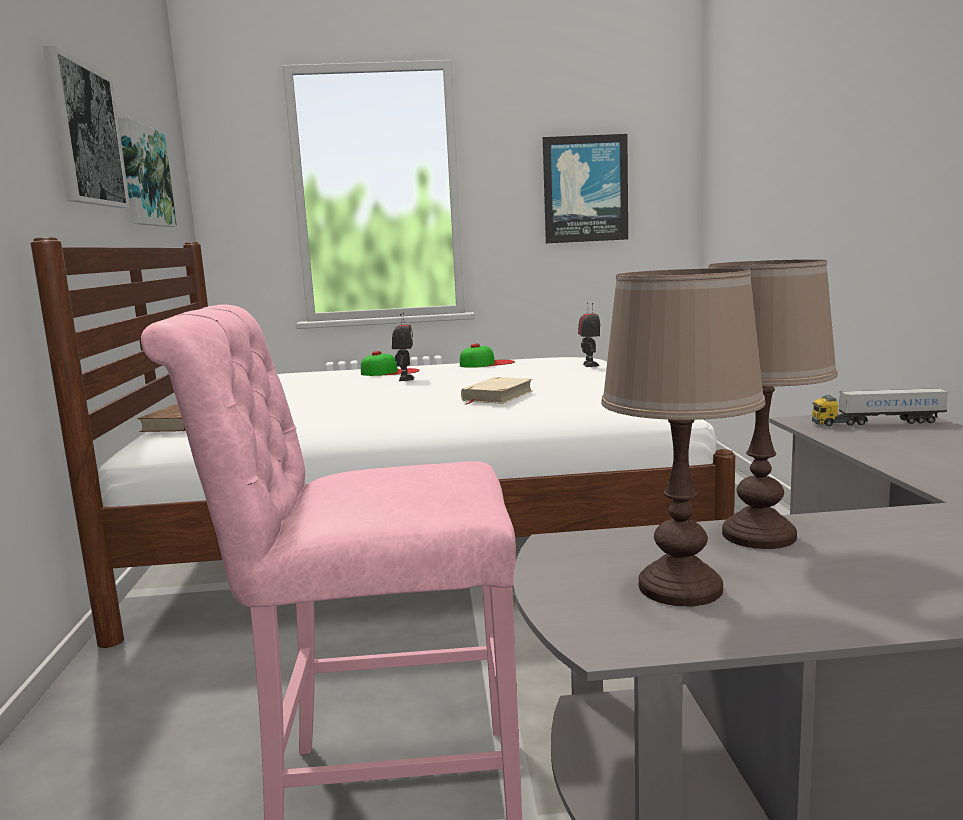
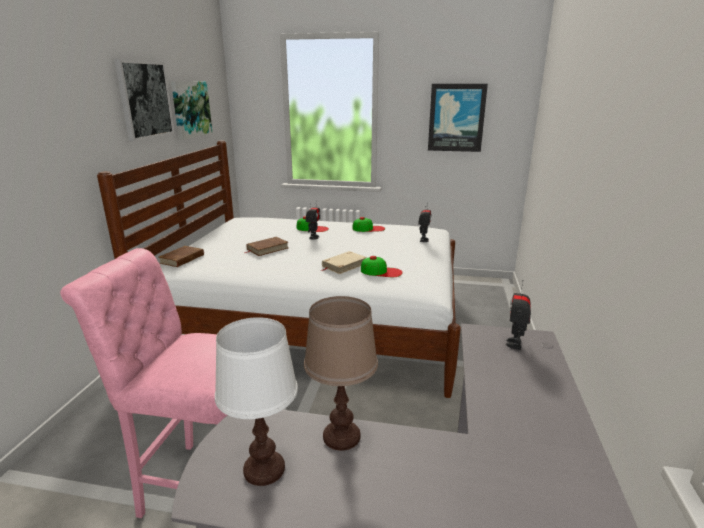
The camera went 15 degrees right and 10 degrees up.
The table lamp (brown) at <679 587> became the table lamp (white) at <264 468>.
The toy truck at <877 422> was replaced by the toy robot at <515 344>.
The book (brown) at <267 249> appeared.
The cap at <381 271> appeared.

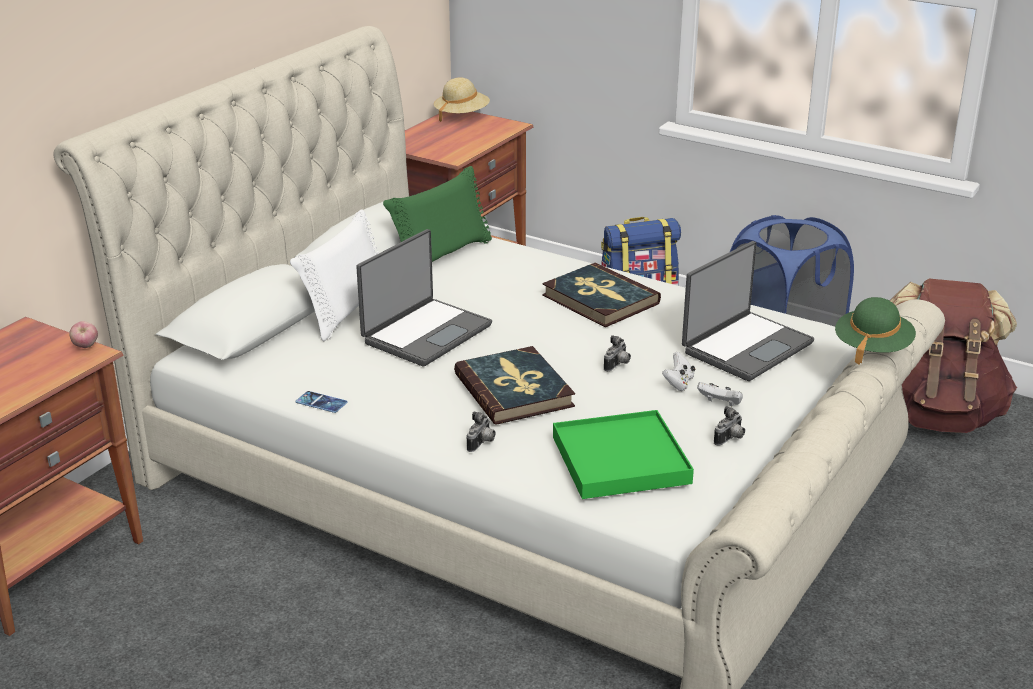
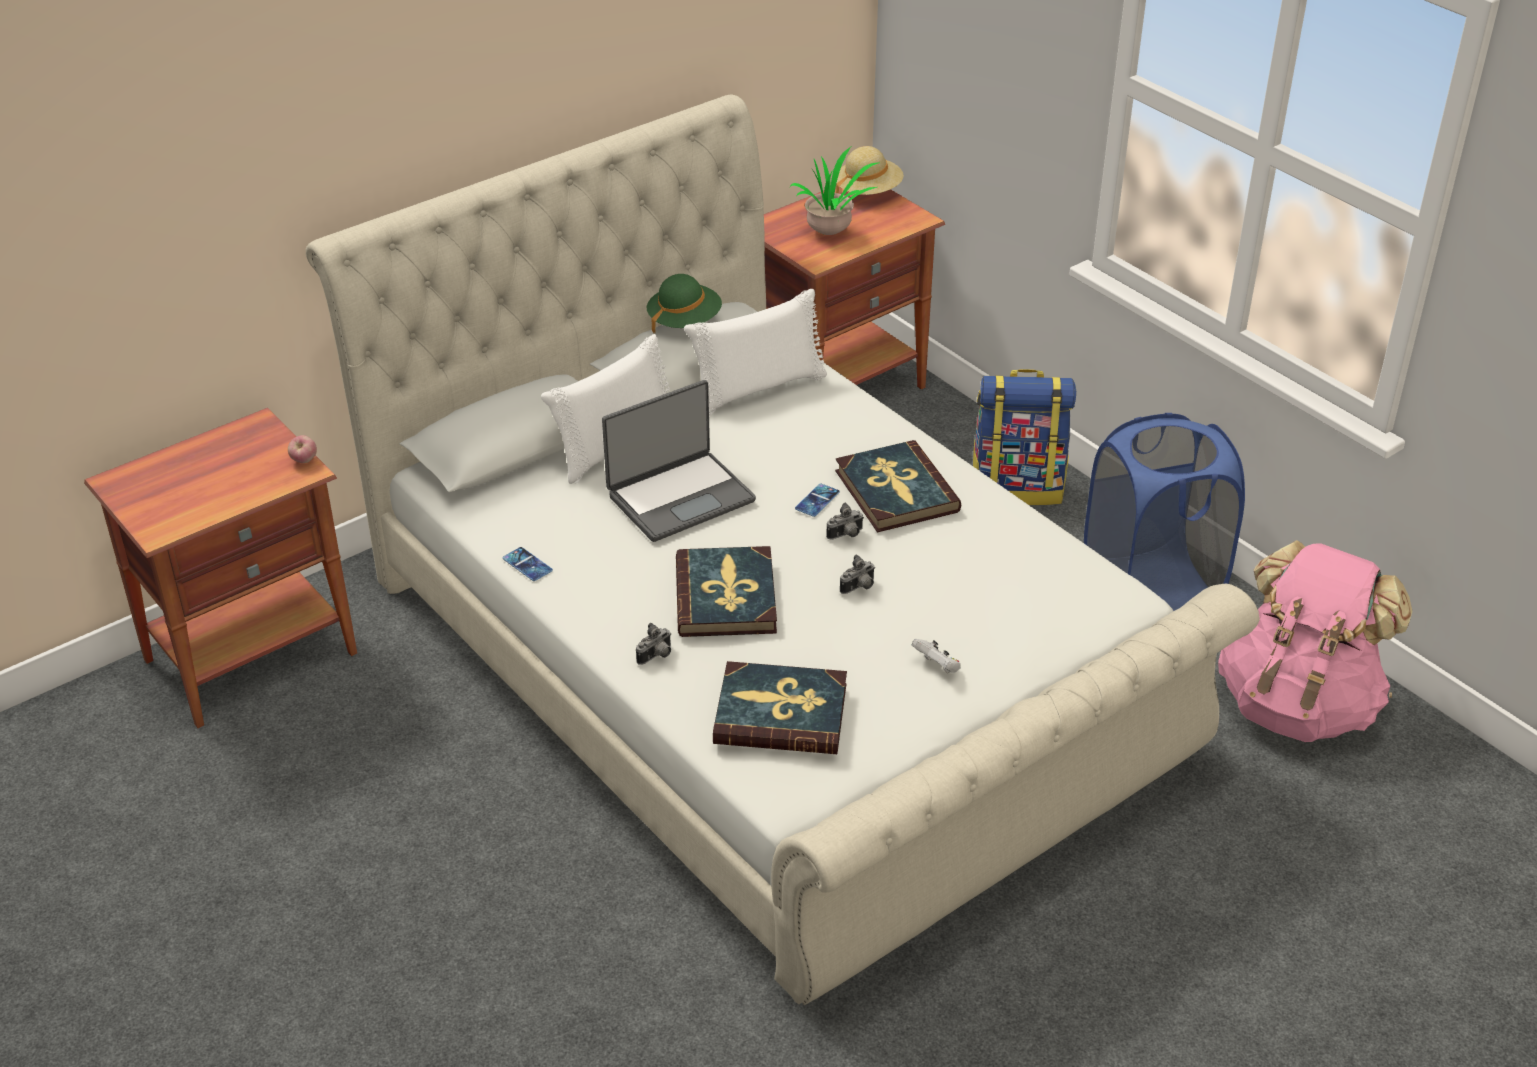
The camera went 20 degrees right and 10 degrees up.
The pillow (green) at <441 256> became the pillow (white) at <758 389>.
The tray (green) at <620 460> was replaced by the book at <781 713>.
The game controller (white) at <678 383> disappeared.
The laptop at <745 347> disappeared.
The photo camera moved from <730 439> to <846 535>.
The hat (green) moved from <872 348> to <684 321>.
The backpack (brown) at <936 415> became the backpack (pink) at <1297 704>.
The potted plant at <832 232> appeared.
The phone at <817 500> appeared.

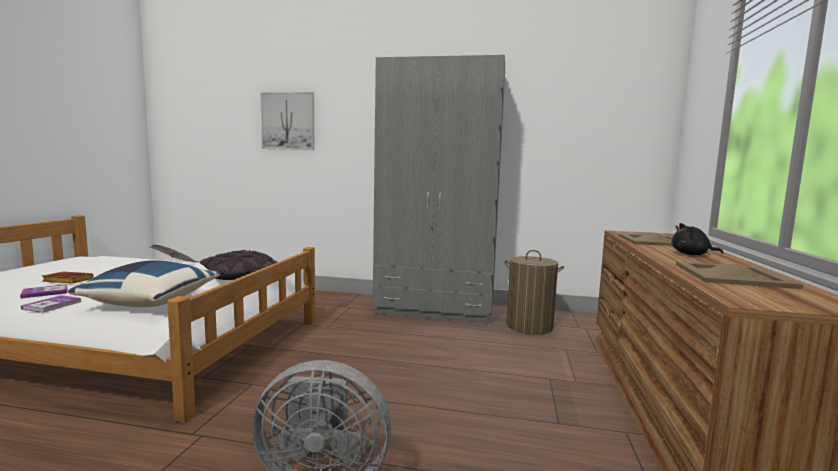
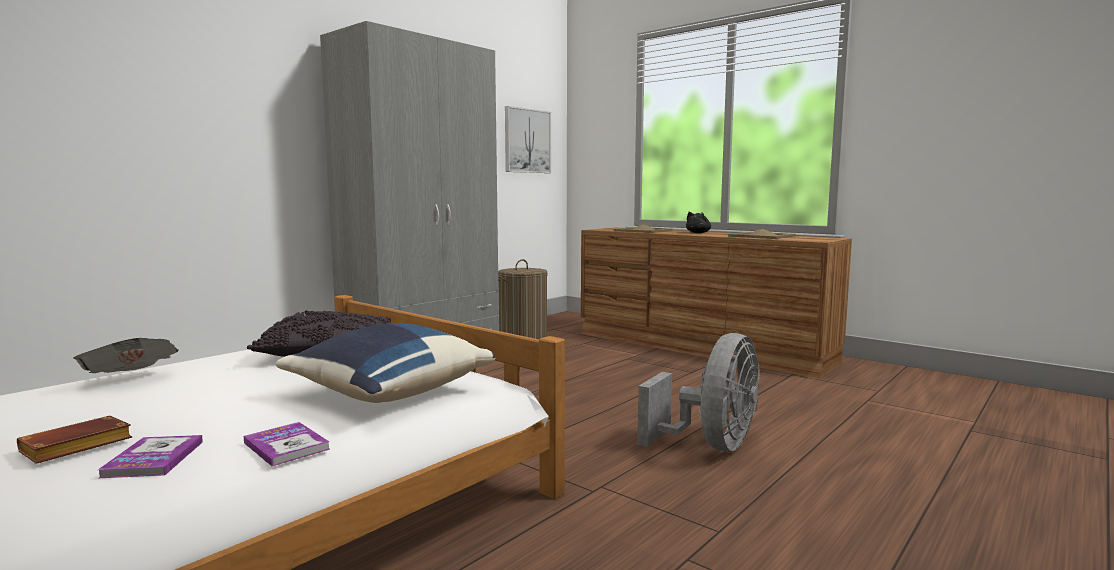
The camera went 60 degrees left and 0 degrees up.
The picture moved from <288 121> to <527 141>.

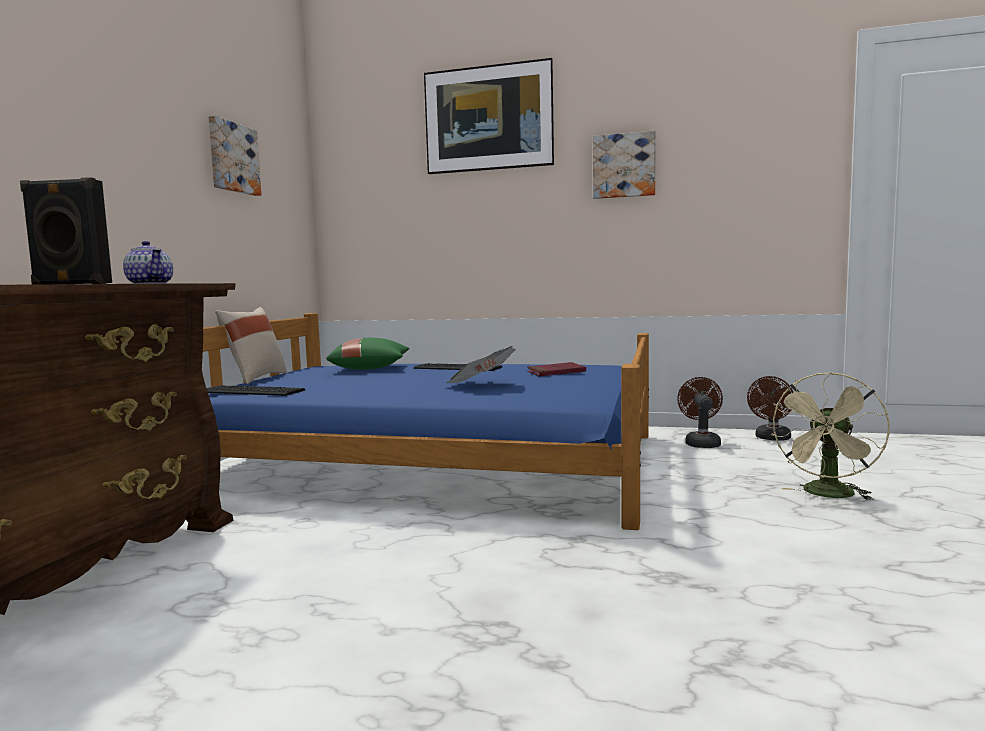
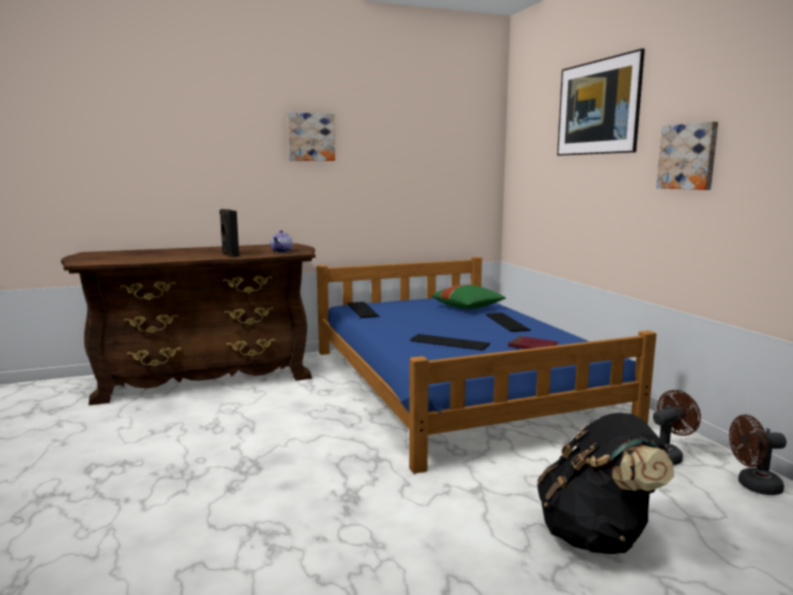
The camera went 55 degrees right and 5 degrees up.
The picture moved from <232 158> to <311 137>.
The pillow (beige) at <255 378> disappeared.
The newspaper at <481 385> was replaced by the keyboard at <449 342>.
The fan (beige) at <828 495> was replaced by the backpack (black) at <597 536>.

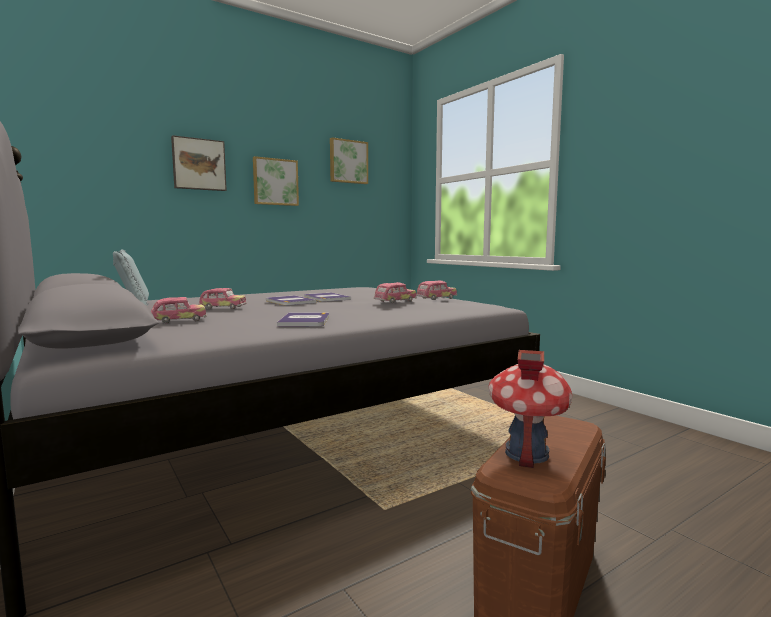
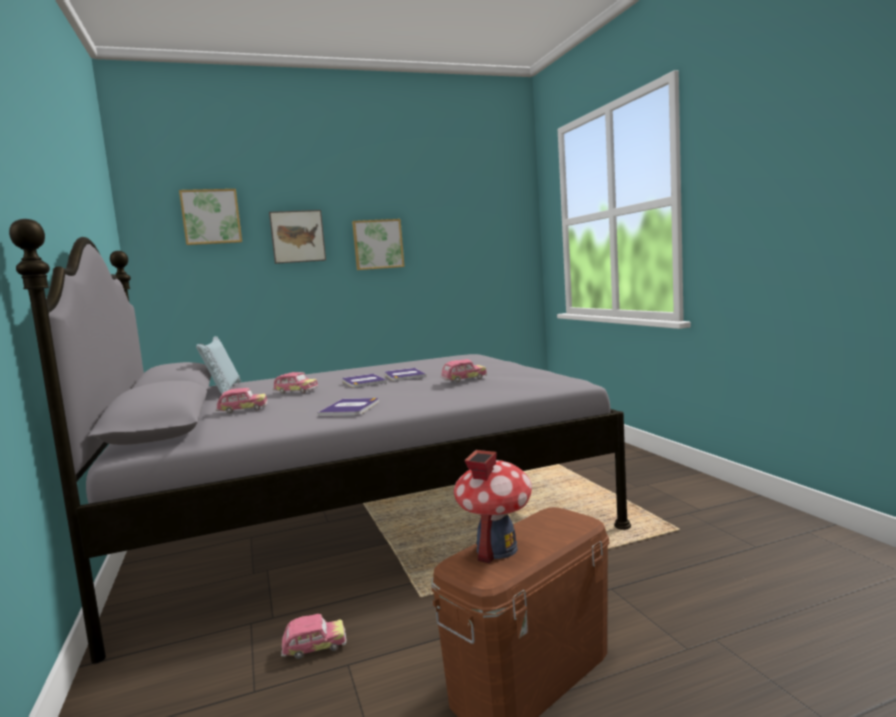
The camera went 15 degrees right and 0 degrees up.
The picture moved from <348 161> to <211 217>.
The toy car moved from <436 299> to <314 647>.

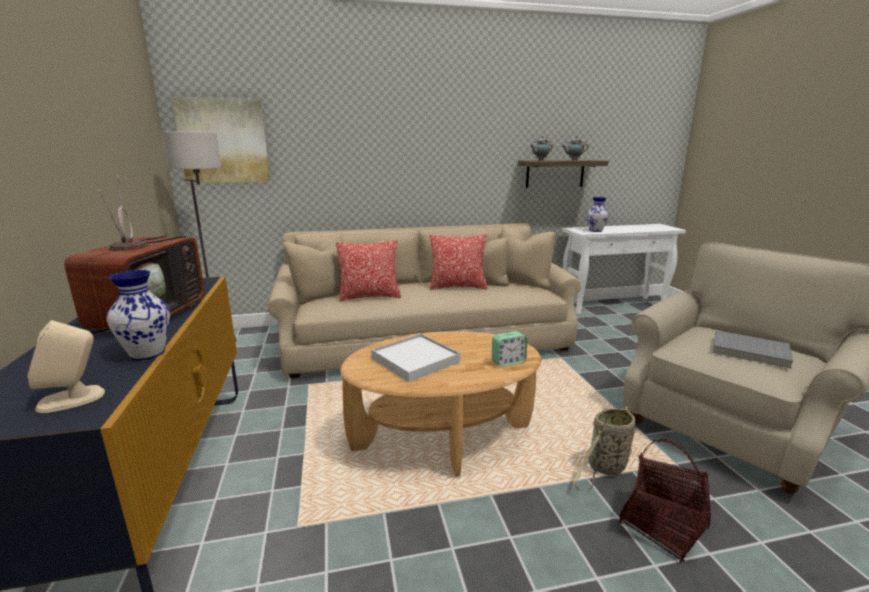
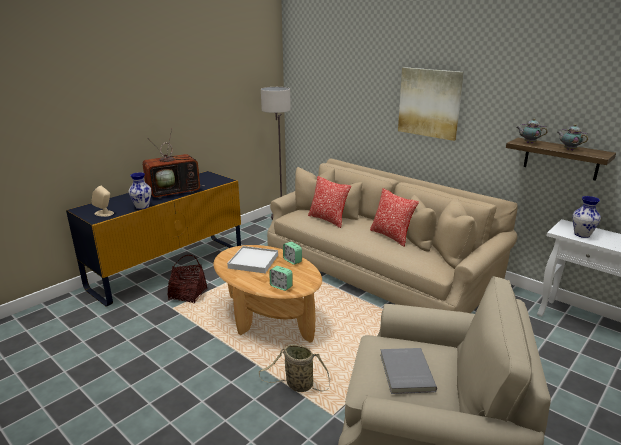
The camera went 55 degrees right and 5 degrees up.
The picture moved from <223 141> to <429 103>.
The basket moved from <663 526> to <188 294>.
The alarm clock at <292 261> appeared.

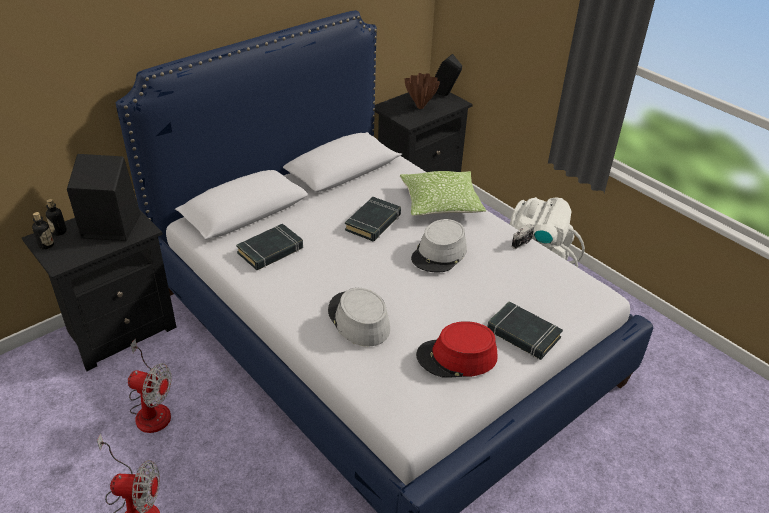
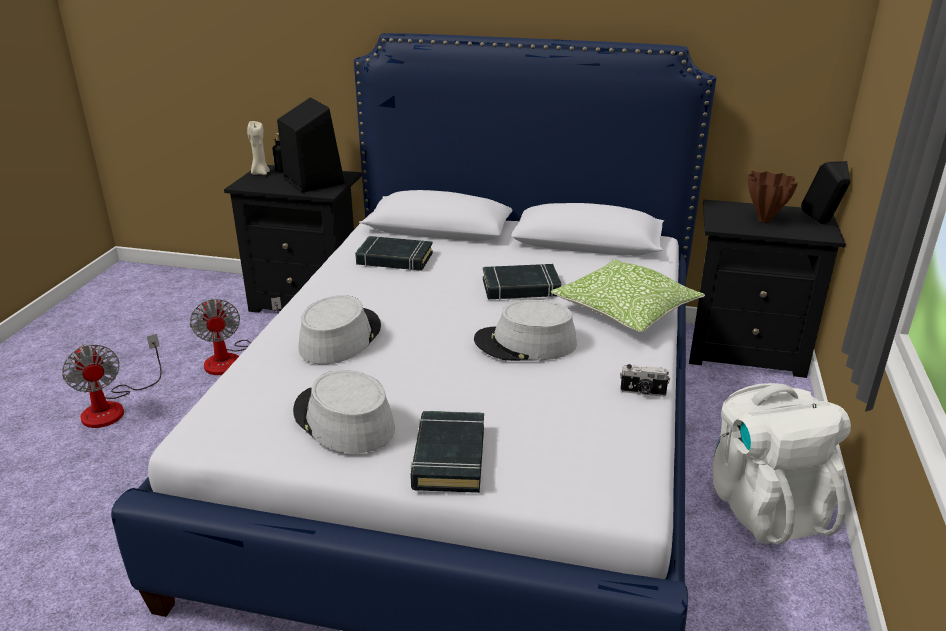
The camera went 55 degrees right and 10 degrees down.
The bottle at <46 245> was replaced by the candle (beige) at <260 173>.
The hat (red) at <457 357> became the hat (grey) at <343 420>.

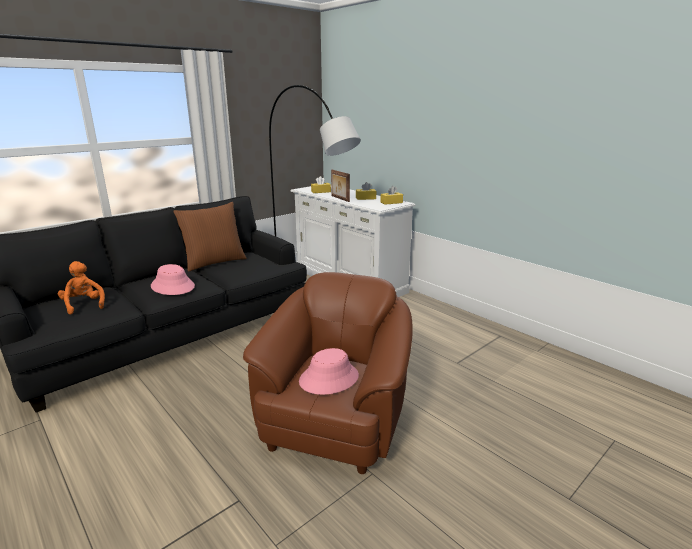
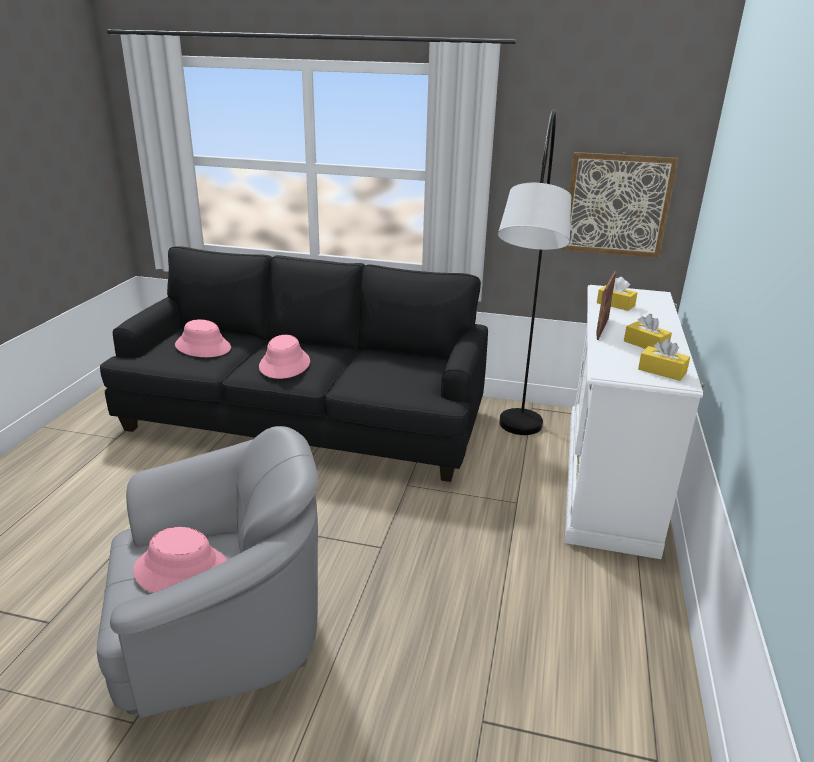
The camera went 55 degrees right and 5 degrees up.
The plush toy (orange) at <84 305> was replaced by the hat (pink) at <203 347>.
The pillow (brown) at <214 262> disappeared.
The armchair (brown) at <335 422> became the armchair (grey) at <220 636>.
The picture at <617 204> appeared.

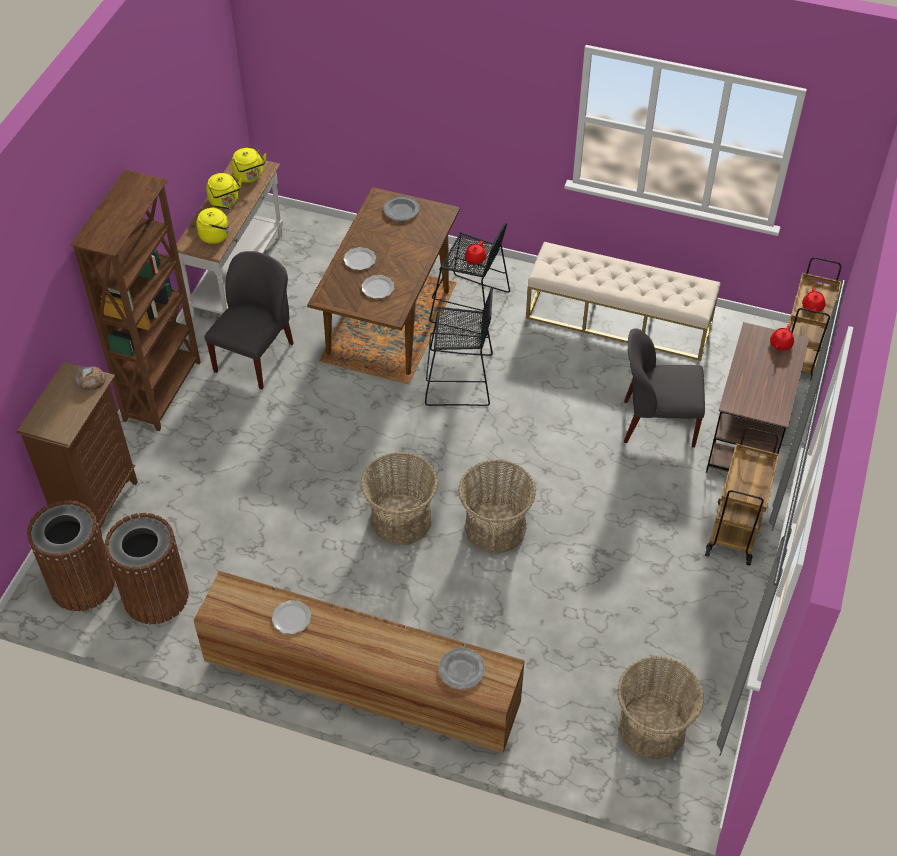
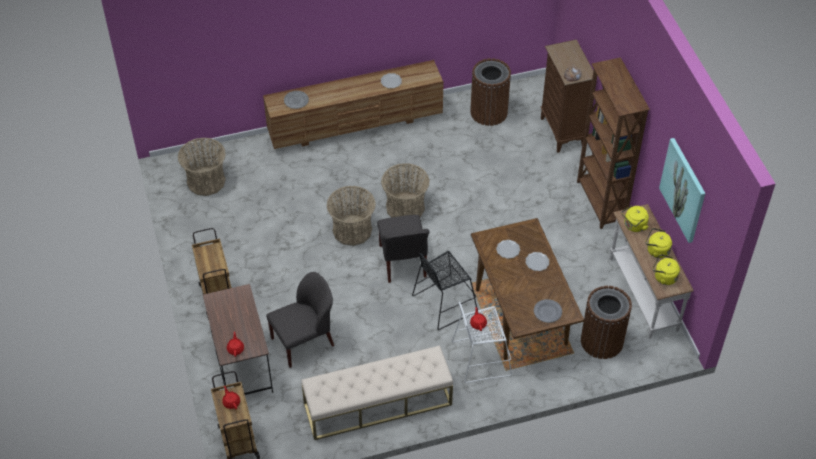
The camera went 145 degrees right and 0 degrees up.
The trash can (brown) moved from <82 584> to <601 341>.
The chair (grey) moved from <255 356> to <403 262>.
The stool (black) at <469 306> became the stool (white) at <482 357>.
The picture at <684 190> appeared.

